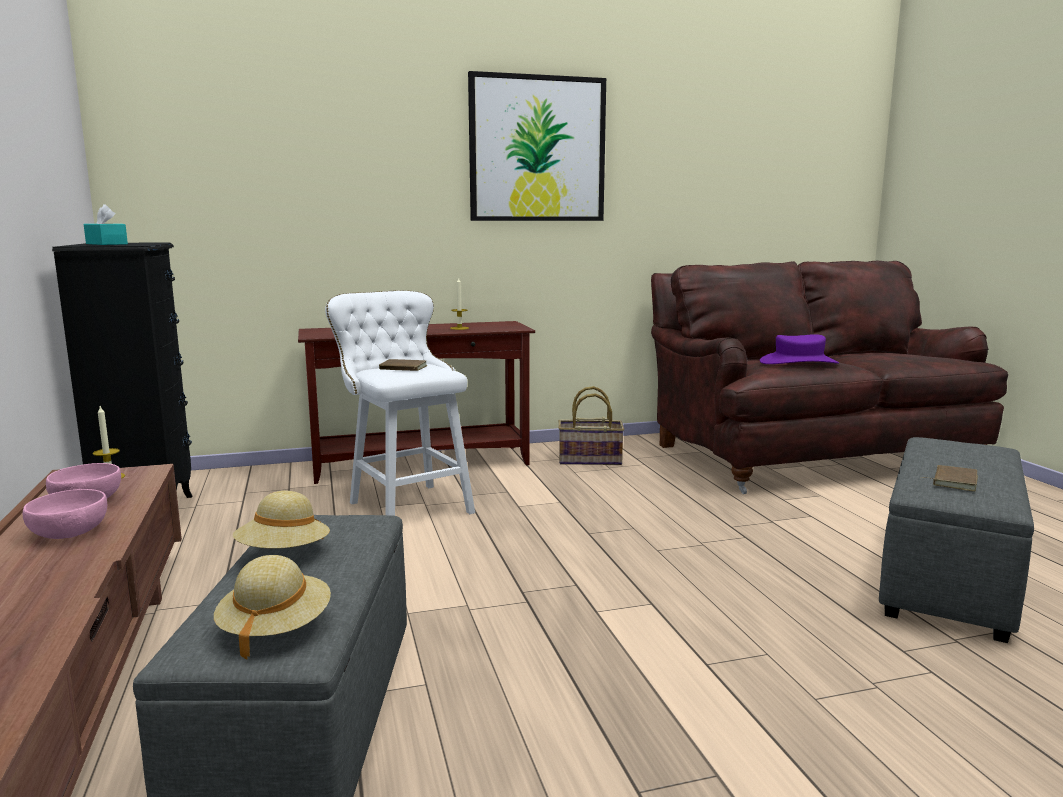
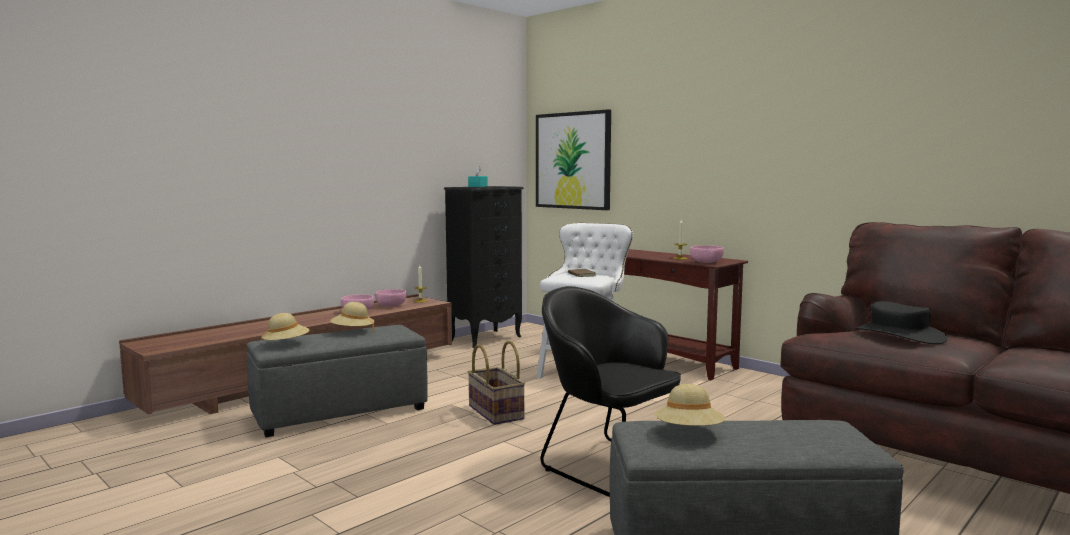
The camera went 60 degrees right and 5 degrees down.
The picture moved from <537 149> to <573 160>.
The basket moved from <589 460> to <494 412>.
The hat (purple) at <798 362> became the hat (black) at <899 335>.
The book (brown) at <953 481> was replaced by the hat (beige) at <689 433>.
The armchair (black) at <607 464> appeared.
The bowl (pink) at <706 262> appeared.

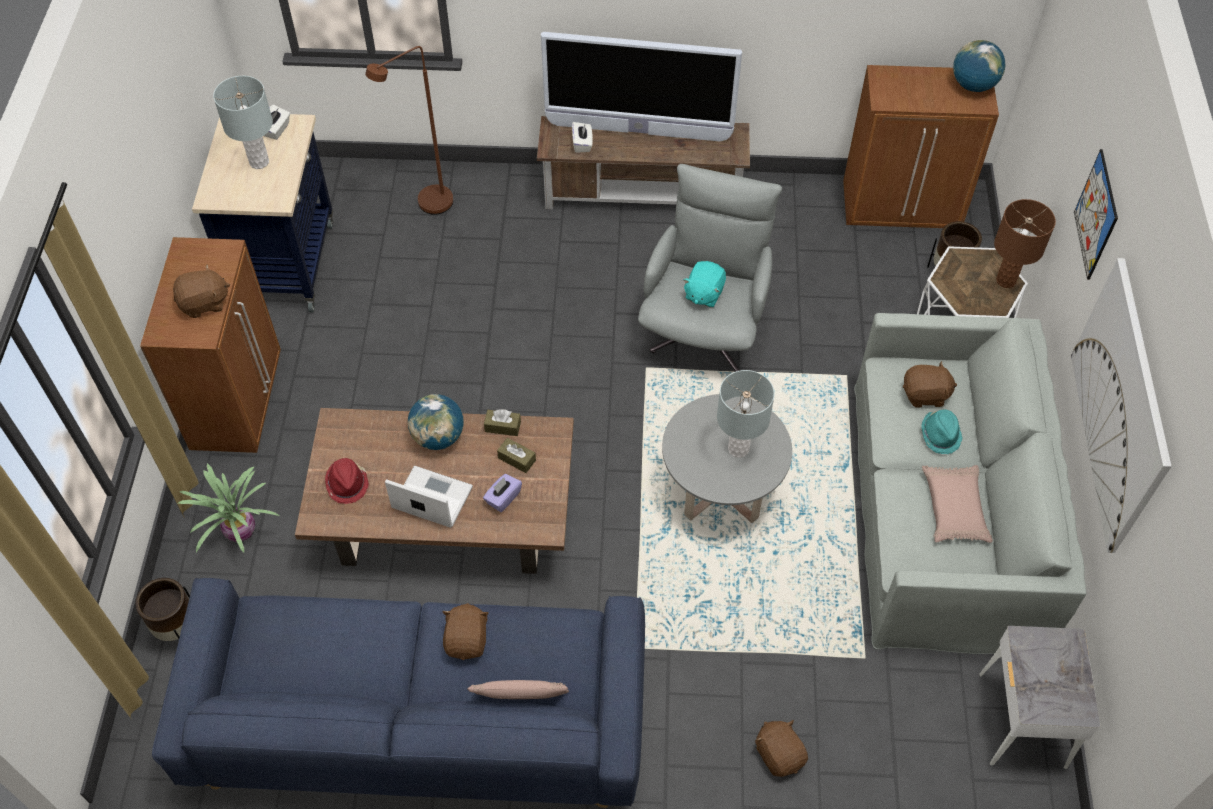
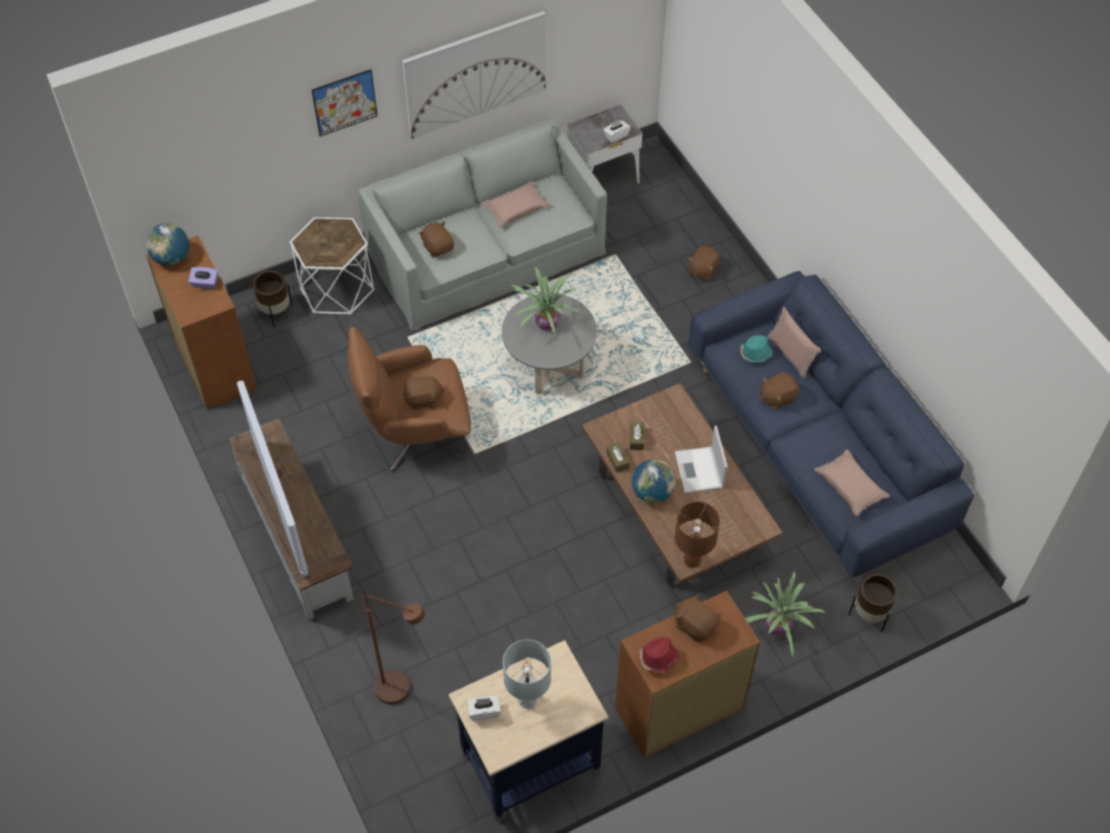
The camera went 120 degrees left and 0 degrees up.
The hat (red) moved from <347 484> to <657 658>.
The tissue box (purple) moved from <503 498> to <205 283>.
The tissue box (white) moved from <582 144> to <616 136>.
The armchair (grey) at <704 330> became the armchair (brown) at <417 434>.
The plush toy (turquoise) at <703 293> became the plush toy (brown) at <423 399>.
The table lamp (grey) at <739 449> was replaced by the potted plant at <546 323>.
The hat (turquoise) moved from <940 435> to <755 353>.
The table lamp (brown) moved from <1006 280> to <692 560>.
The pillow (beige) at <850 485> appeared.

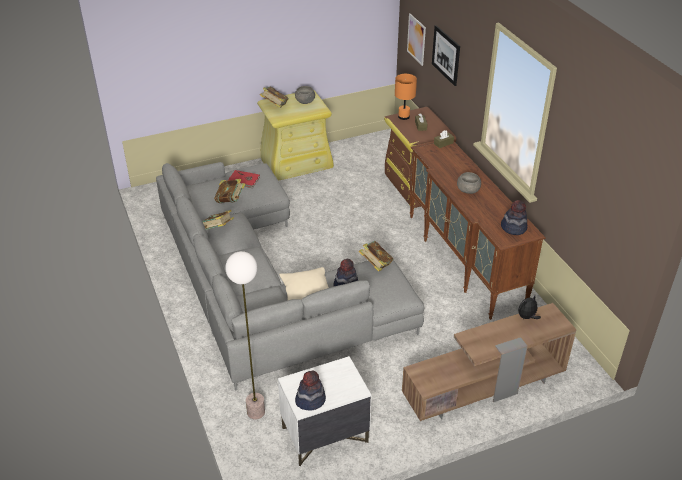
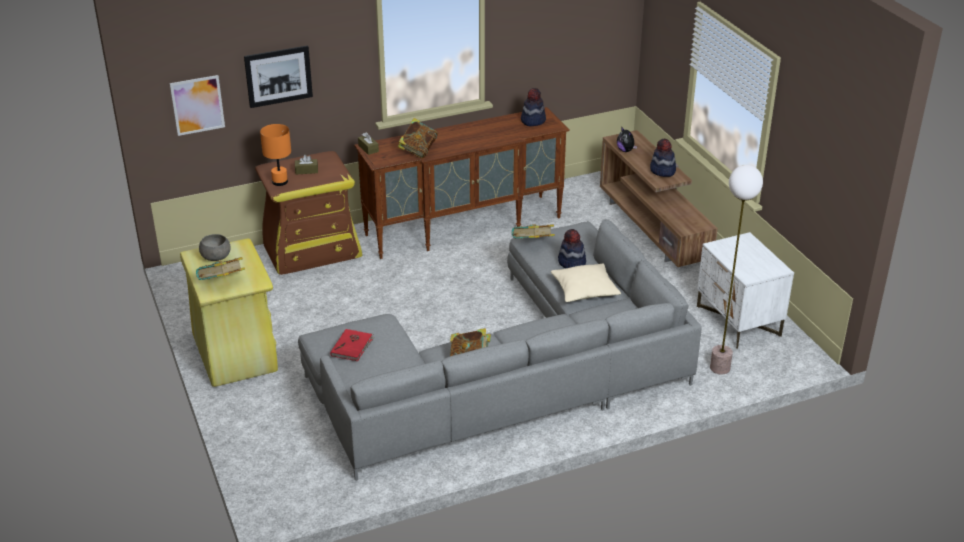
The camera went 90 degrees left and 5 degrees down.
The book moved from <230 200> to <418 151>.
The hat moved from <310 400> to <662 171>.
The bowl (grey) at <468 190> disappeared.

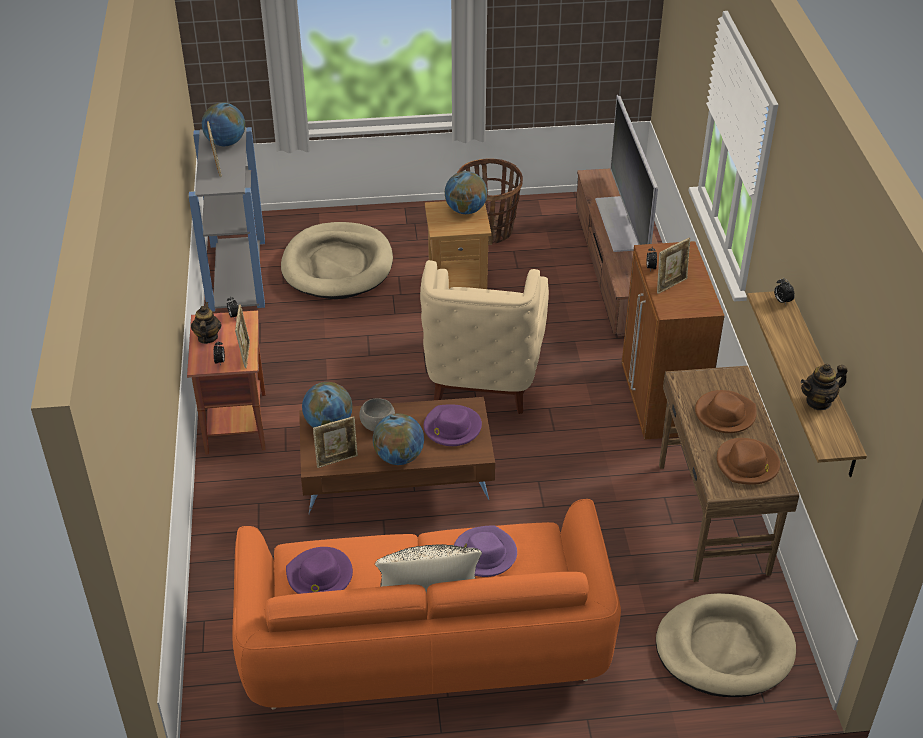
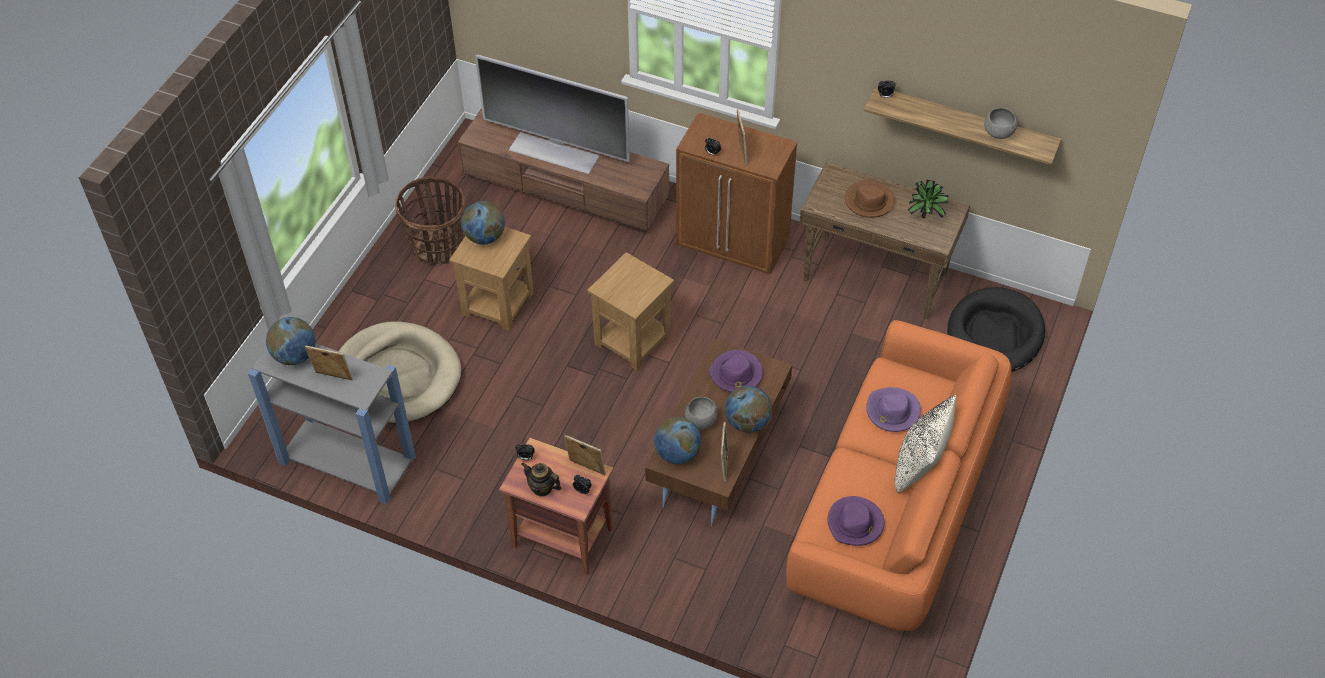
The camera went 60 degrees left and 10 degrees up.
The armchair (beige) at <483 380> was replaced by the side table (brown) at <632 341>.
The dog bed (beige) at <724 649> became the dog bed (black) at <994 335>.
The hat (brown) at <747 464> was replaced by the potted plant at <926 215>.
The teapot at <819 401> was replaced by the bowl (grey) at <999 133>.

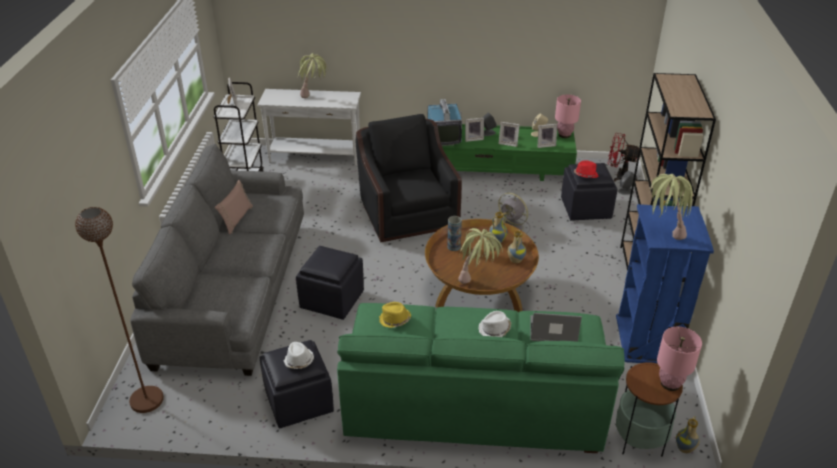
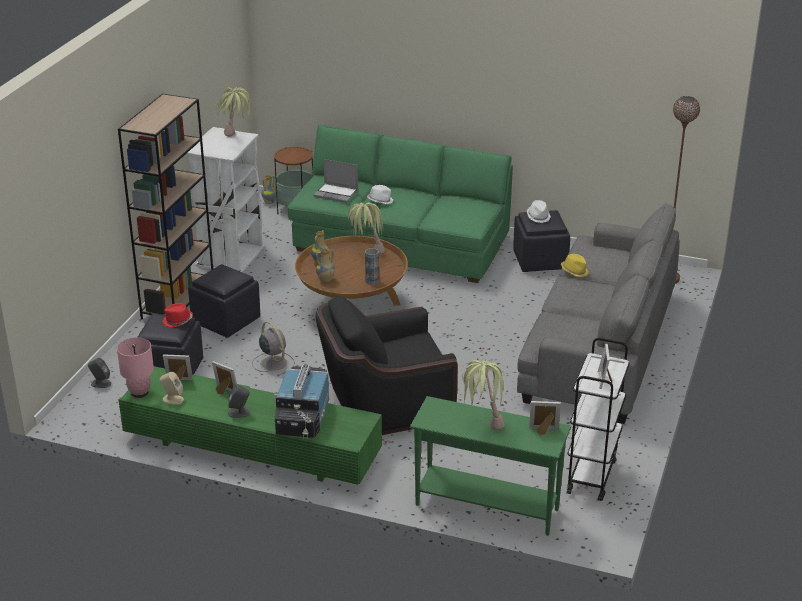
The camera went 165 degrees left and 5 degrees down.
The pillow (beige) at <236 219> disappeared.
The console table (white) at <315 157> became the console table (green) at <485 508>.
The ottoman (black) moved from <333 299> to <225 321>.
The armchair (black) at <407 210> turned 75 degrees clockwise.
The hat (yellow) moved from <394 320> to <574 271>.
The picture frame moved from <473 138> to <543 431>.
The fan (red) at <619 176> disappeared.
The bookcase (blue) at <648 340> became the bookcase (white) at <230 256>.
The table lamp (pink) at <670 384> disappeared.

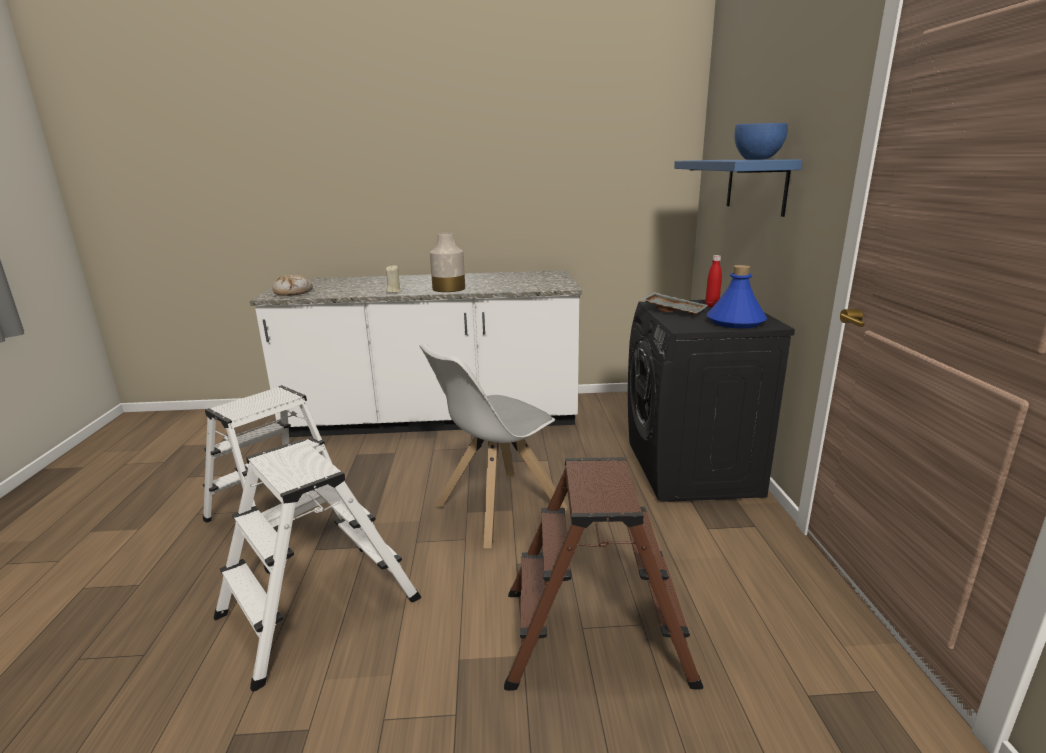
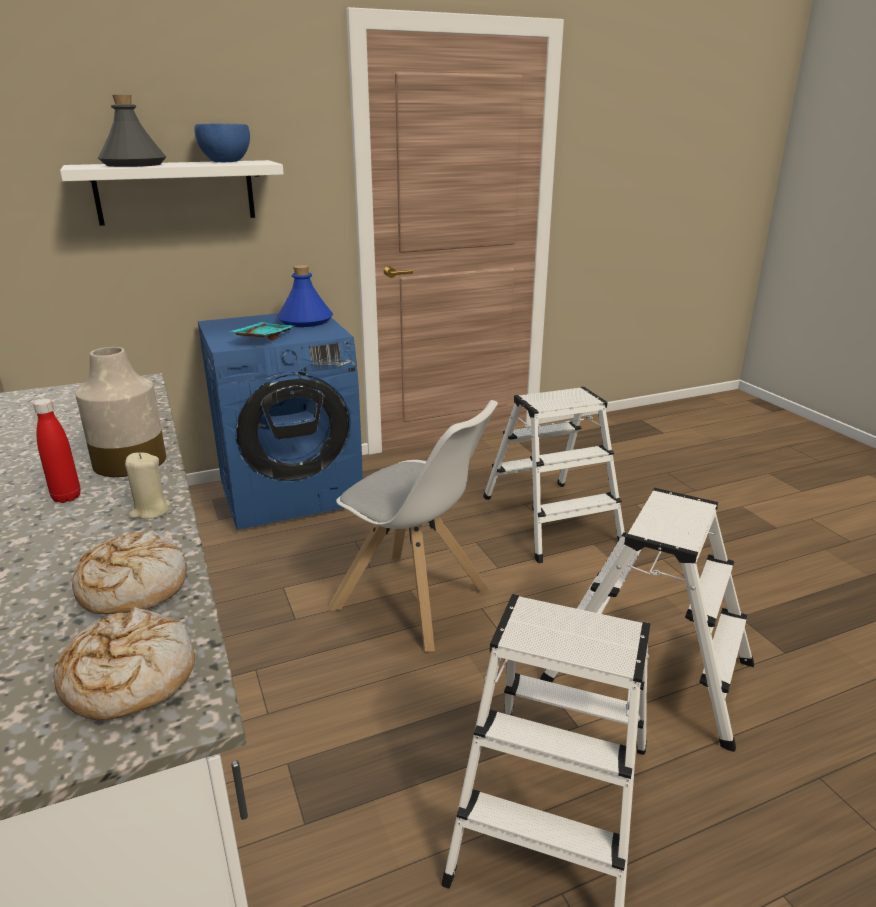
The camera went 110 degrees left and 5 degrees up.
The step ladder (brown) at <596 636> became the step ladder (white) at <550 519>.
The washing machine (black) at <691 471> became the washing machine (blue) at <291 496>.
The tray (grey) at <673 310> became the tray (turquoise) at <263 338>.
The shelf (blue) at <756 185> became the shelf (white) at <175 192>.
The bottle (red) moved from <711 306> to <67 497>.
The bread at <132 587> appeared.
The bottle (grey) at <133 165> appeared.

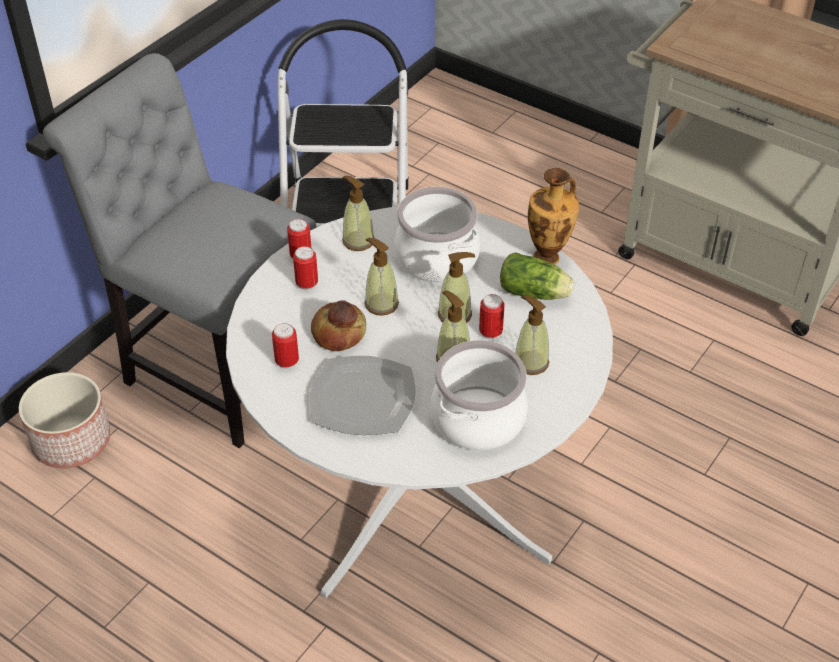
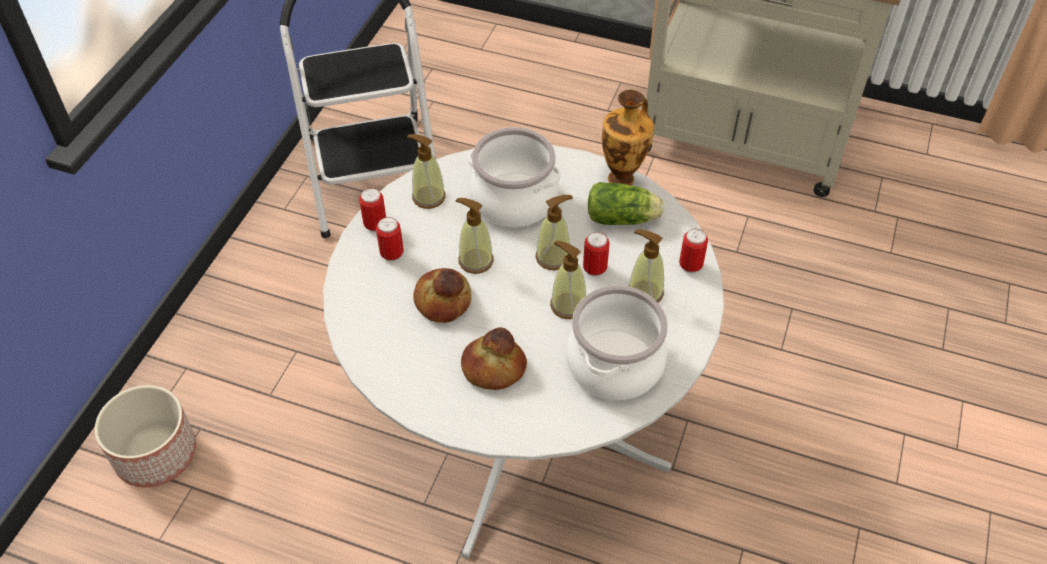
The camera went 15 degrees left and 5 degrees up.
The chair (grey) at <215 368> disappeared.
The can moved from <287 361> to <690 266>.
The plate at <363 399> was replaced by the bread at <493 368>.

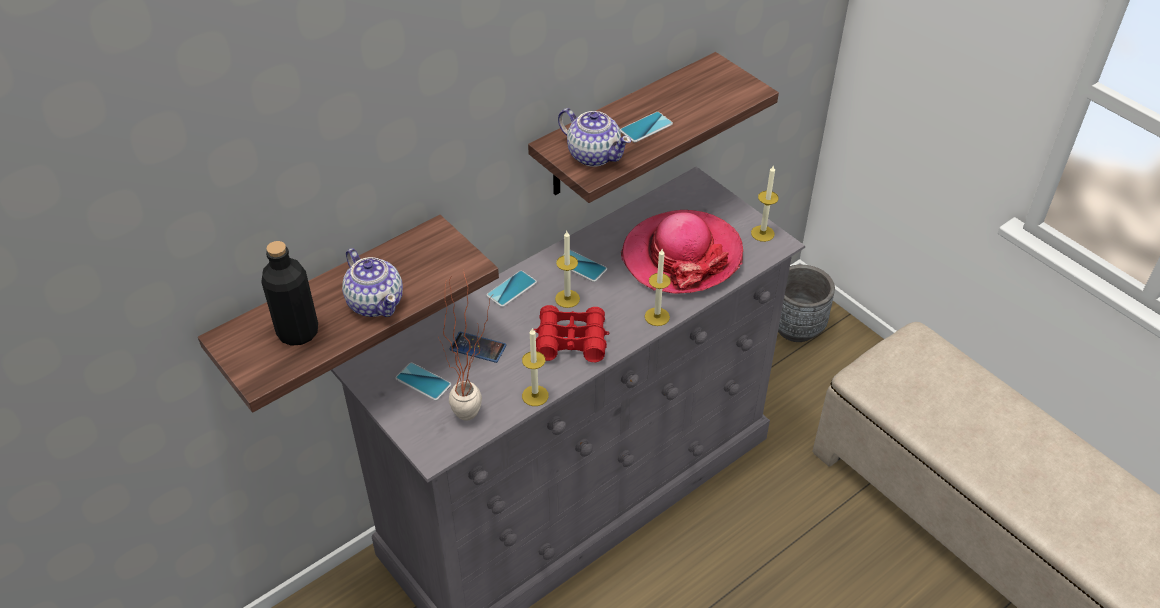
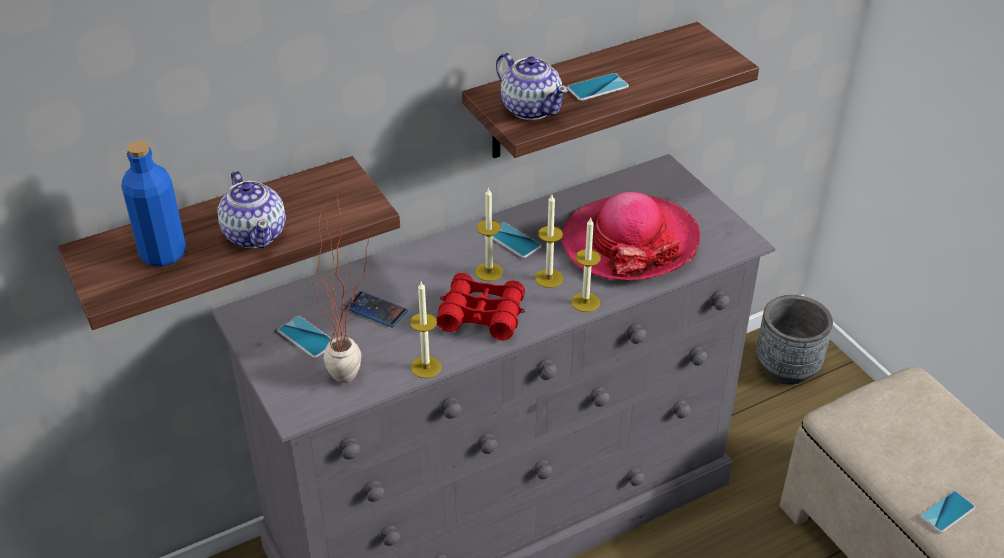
The camera went 10 degrees right and 5 degrees down.
The bottle (black) at <298 332> became the bottle (blue) at <163 254>.
The phone moved from <511 289> to <947 512>.
The candle moved from <762 233> to <549 278>.

